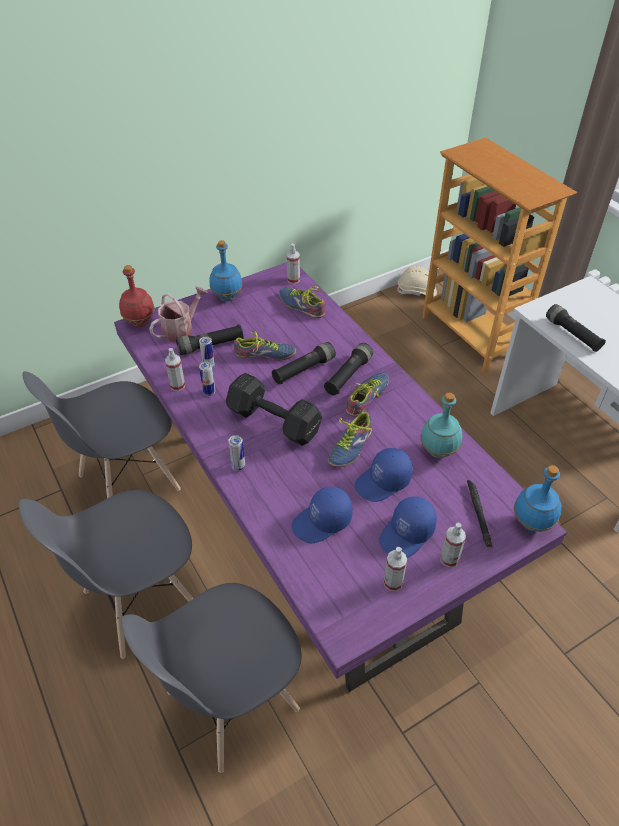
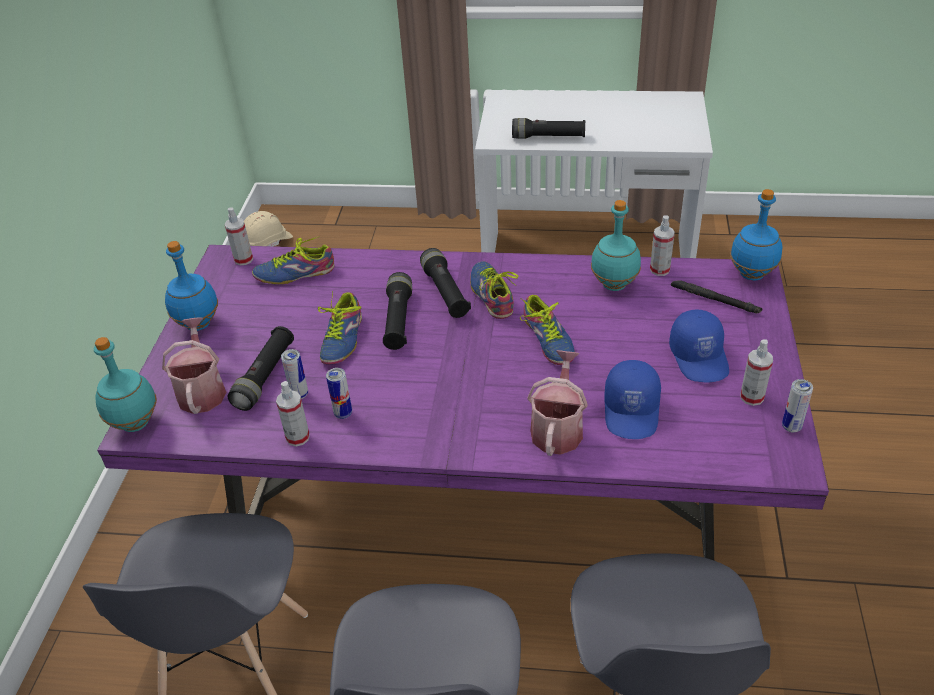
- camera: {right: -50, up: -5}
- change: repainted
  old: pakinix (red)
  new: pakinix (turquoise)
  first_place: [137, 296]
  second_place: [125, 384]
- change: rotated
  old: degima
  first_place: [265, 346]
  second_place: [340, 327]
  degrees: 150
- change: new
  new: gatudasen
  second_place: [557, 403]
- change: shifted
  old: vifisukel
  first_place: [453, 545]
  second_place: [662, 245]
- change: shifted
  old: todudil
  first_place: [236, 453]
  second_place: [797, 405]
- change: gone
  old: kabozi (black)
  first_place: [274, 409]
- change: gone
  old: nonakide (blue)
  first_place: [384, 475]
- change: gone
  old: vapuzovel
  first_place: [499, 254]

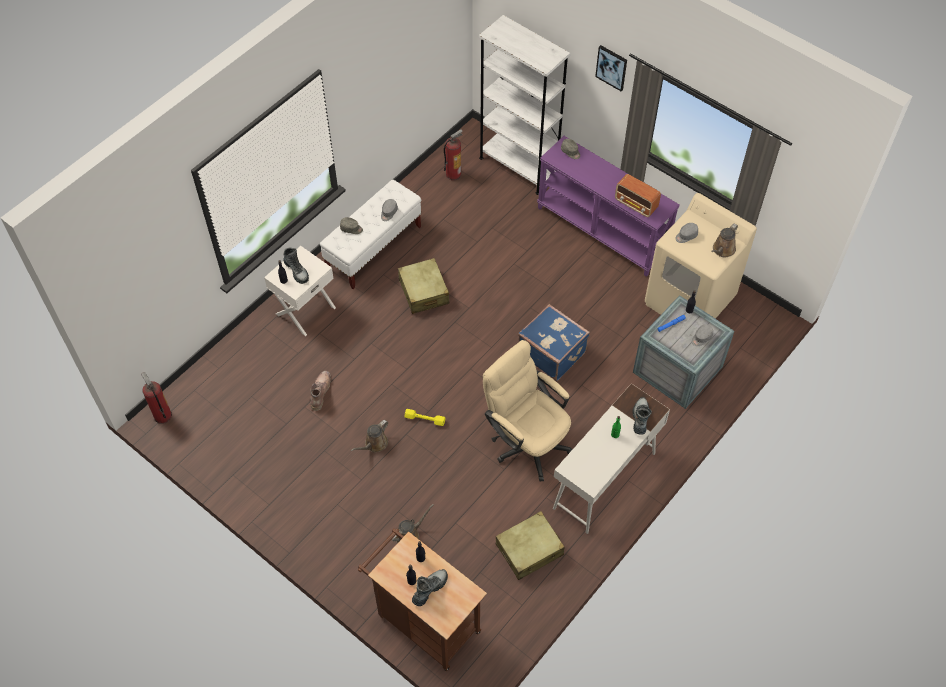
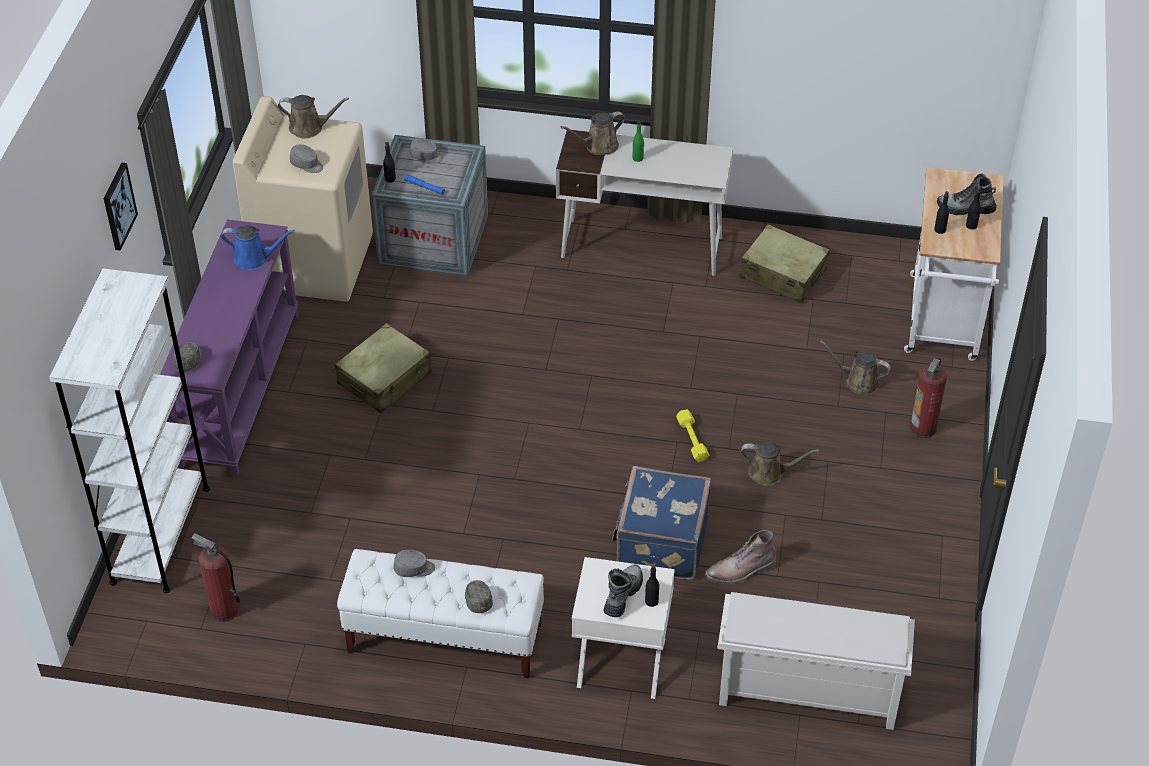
- camera: {right: -120, up: -10}
- change: swapped
  old: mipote
  new: gatudasen (blue)
  first_place: [638, 195]
  second_place: [258, 247]
- change: shifted
  old: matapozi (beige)
  first_place: [423, 286]
  second_place: [383, 368]
- change: swapped
  old: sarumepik
  new: gatudasen (brown)
  first_place: [642, 416]
  second_place: [593, 133]
- change: shifted
  old: matapozi (blue)
  first_place: [554, 342]
  second_place: [661, 523]
- change: new
  new: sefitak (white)
  second_place: [816, 661]
- change: repainted
  old: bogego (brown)
  new: bogego (white)
  first_place: [422, 600]
  second_place: [953, 264]
- change: shifted
  old: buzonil
  first_place: [156, 398]
  second_place: [928, 398]
- change: gone
  old: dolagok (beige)
  first_place: [528, 411]

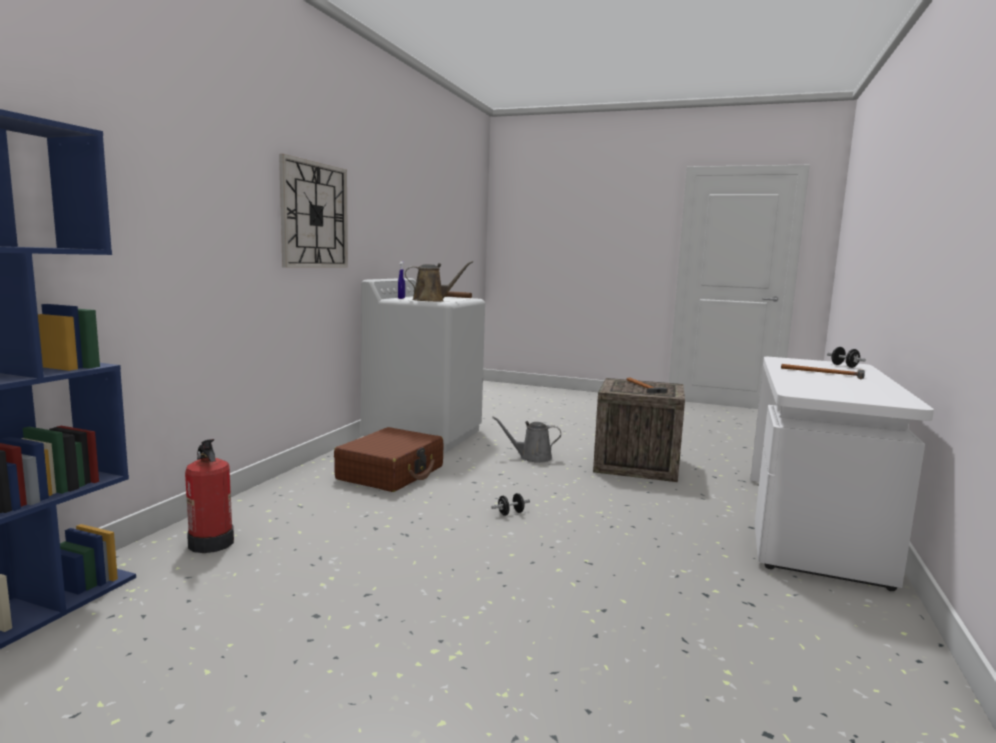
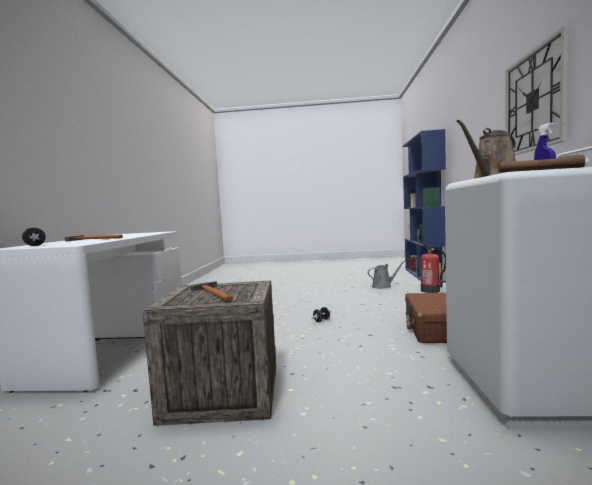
- camera: {right: 165, up: -5}
- change: shifted
  old: gatudasen (grey)
  first_place: [526, 440]
  second_place: [386, 275]

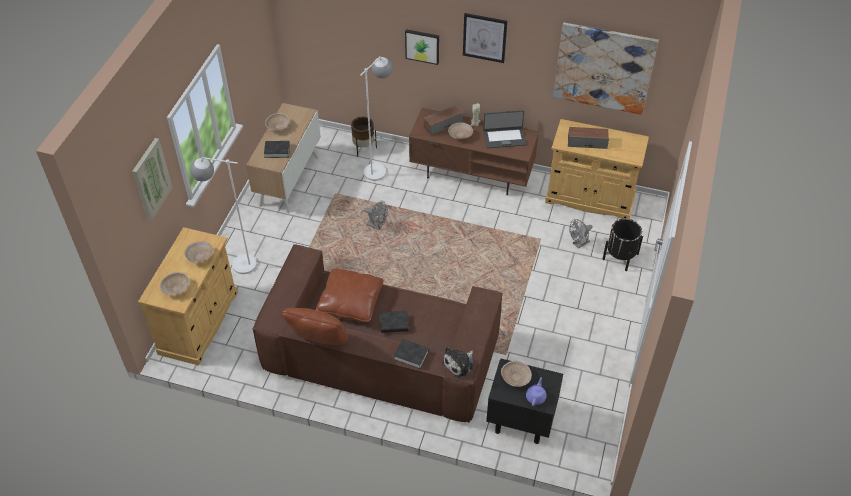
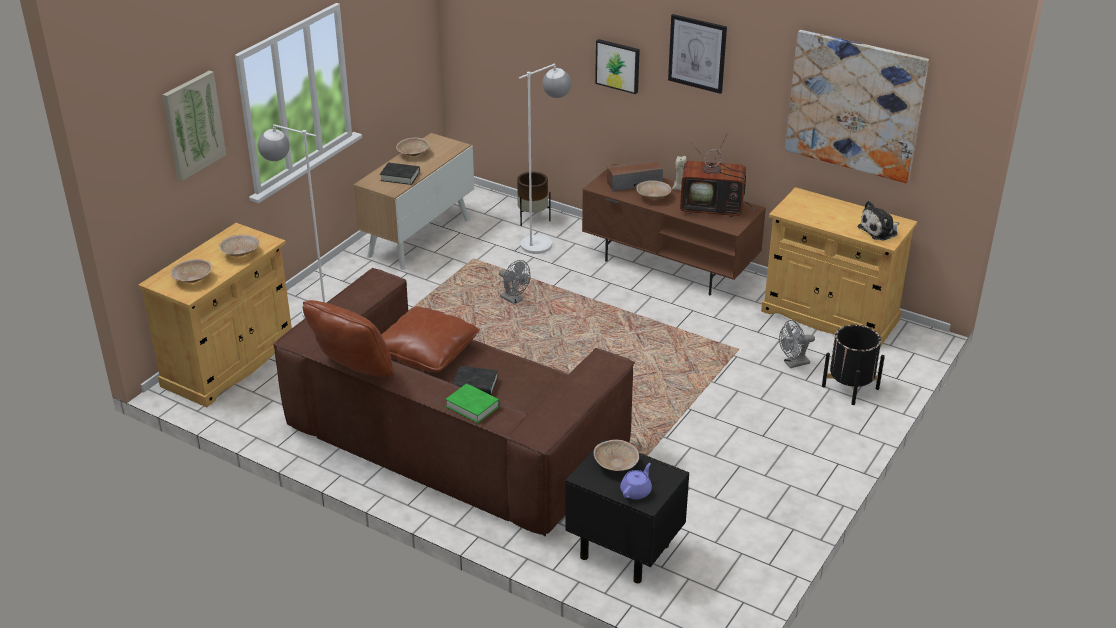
- camera: {right: 15, up: -15}
- change: repainted
  old: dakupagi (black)
  new: dakupagi (green)
  first_place: [411, 354]
  second_place: [473, 403]
- change: swapped
  old: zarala
  new: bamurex
  first_place: [504, 129]
  second_place: [717, 174]
- change: shifted
  old: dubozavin
  first_place: [458, 362]
  second_place: [878, 220]
- change: gone
  old: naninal
  first_place: [588, 138]

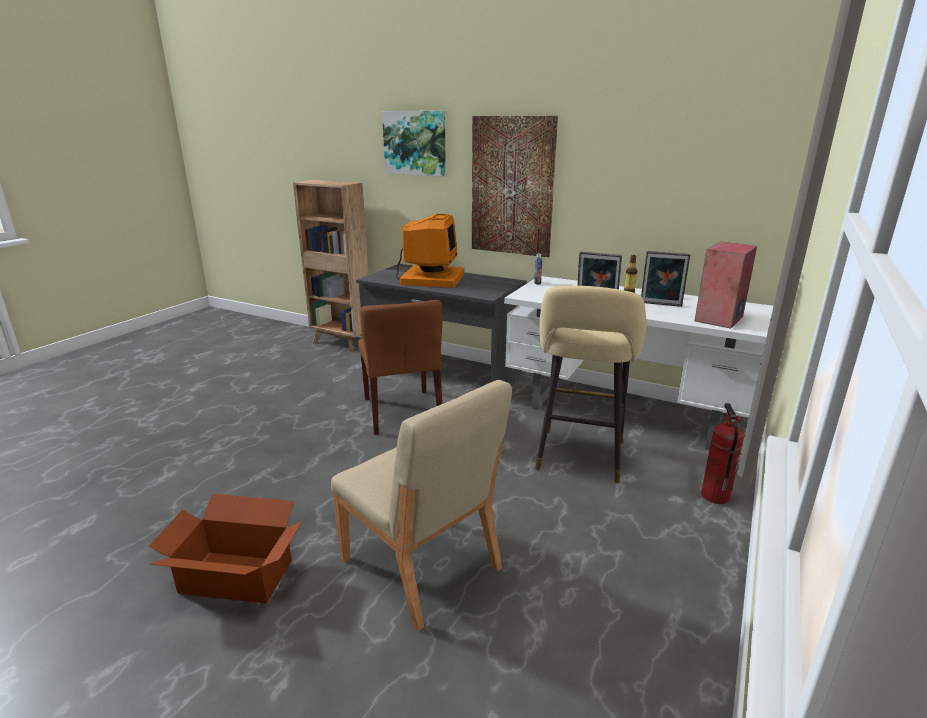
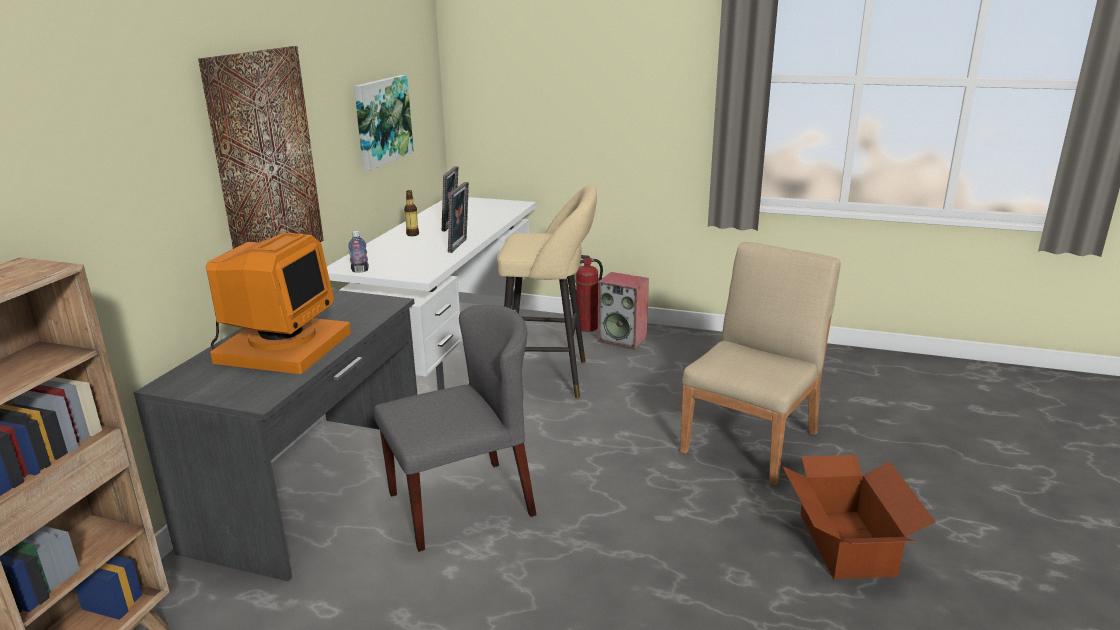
- camera: {right: -100, up: 0}
- change: rotated
  old: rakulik
  first_place: [430, 251]
  second_place: [278, 303]
  degrees: 105
- change: shifted
  old: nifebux
  first_place: [414, 143]
  second_place: [384, 123]
- change: repainted
  old: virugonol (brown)
  new: virugonol (grey)
  first_place: [400, 367]
  second_place: [455, 428]
- change: shifted
  old: naninal
  first_place: [726, 285]
  second_place: [623, 310]

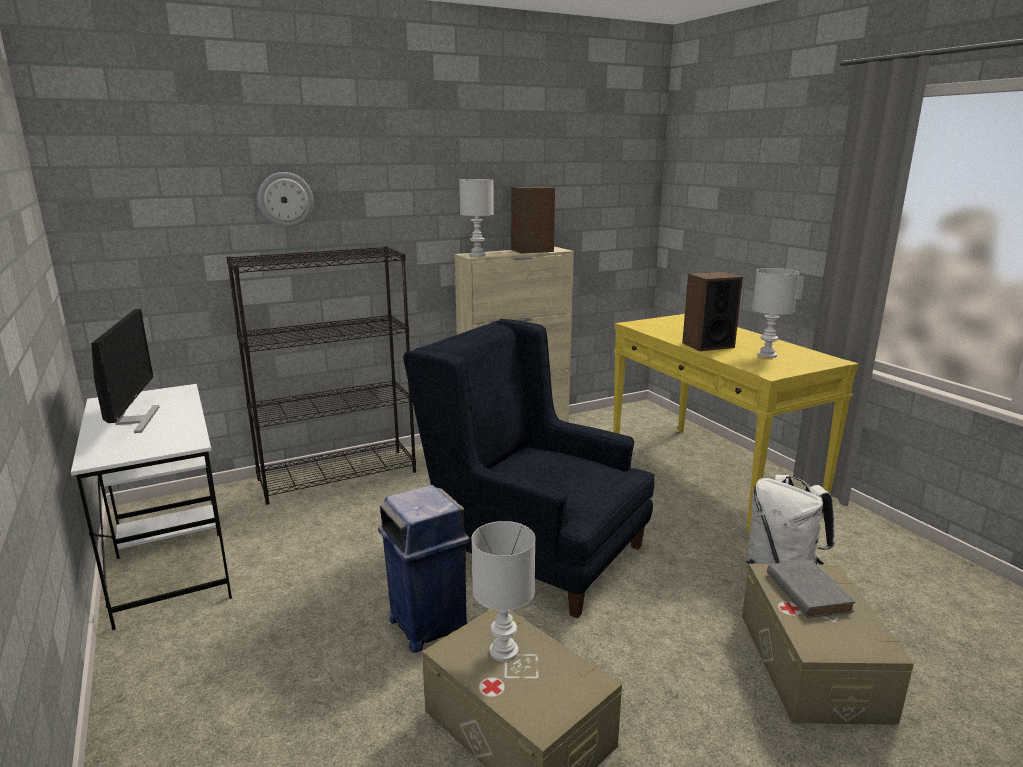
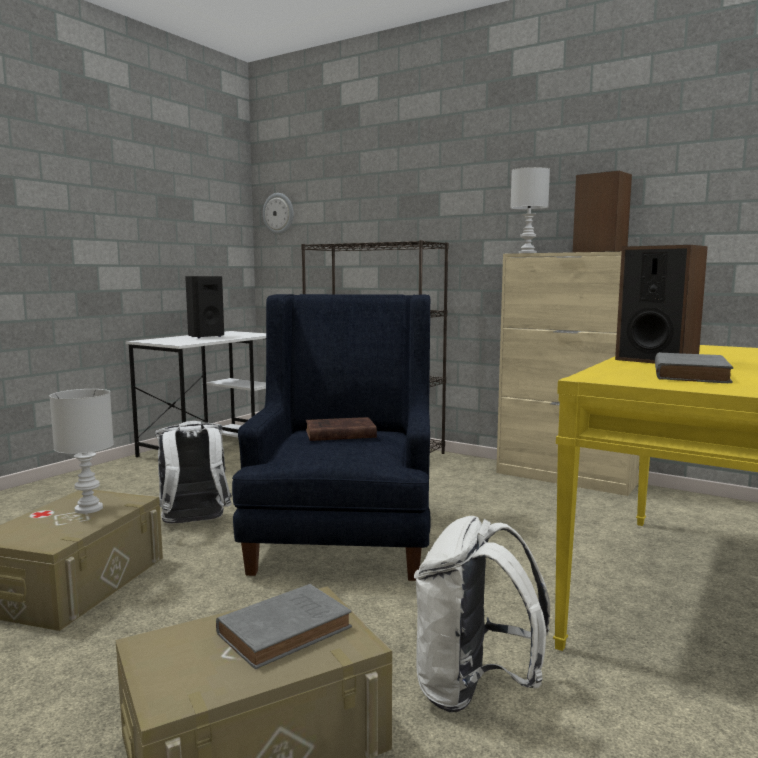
- camera: {right: 60, up: -10}
- change: swapped
  old: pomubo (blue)
  new: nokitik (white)
  first_place: [424, 569]
  second_place: [193, 472]
- change: swapped
  old: rakulik
  new: naninal (black)
  first_place: [125, 371]
  second_place: [204, 307]
- change: shifted
  old: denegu
  first_place: [285, 199]
  second_place: [278, 214]
- change: new
  new: dakupagi (brown)
  second_place: [341, 429]
- change: swapped
  old: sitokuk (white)
  new: dakupagi (grey)
  first_place: [776, 313]
  second_place: [694, 367]

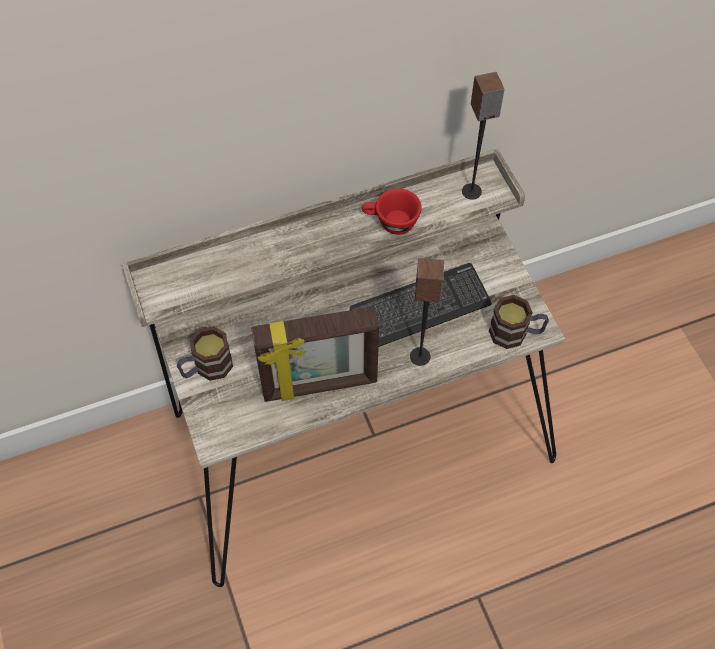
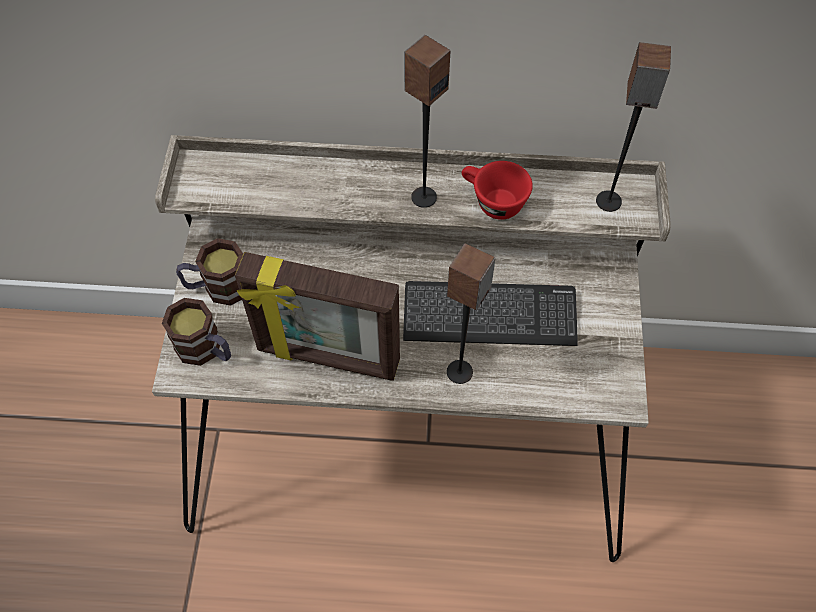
- camera: {right: 25, up: 0}
- change: shifted
  old: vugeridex
  first_place: [519, 322]
  second_place: [196, 332]
- change: new
  new: naninal
  second_place: [427, 121]

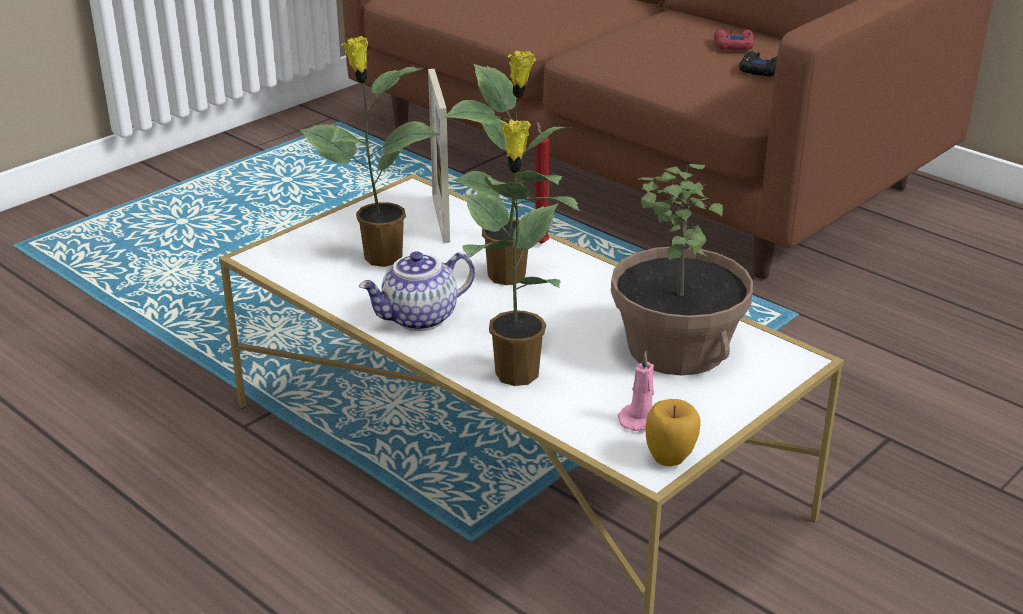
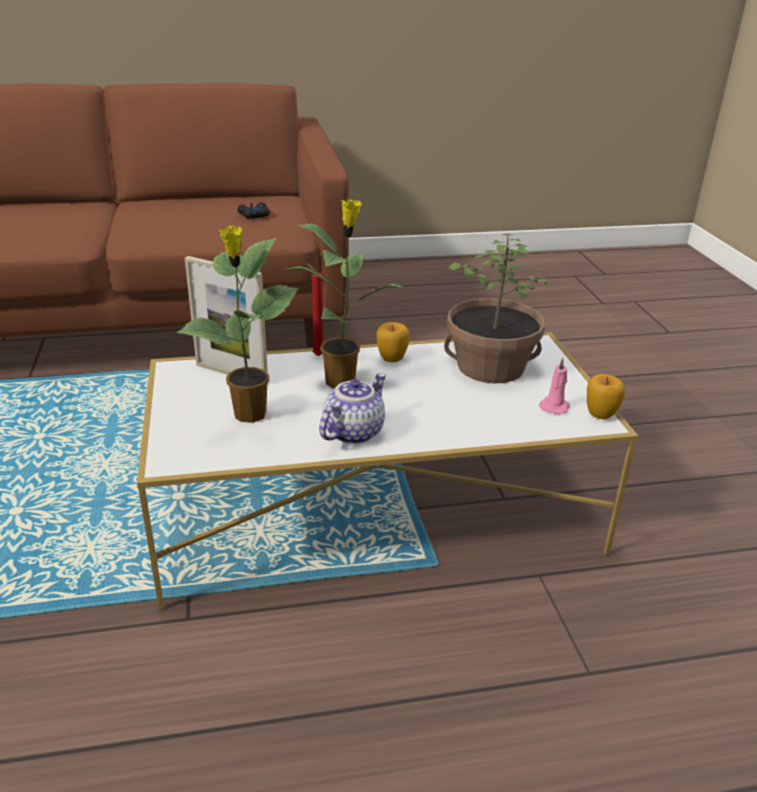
- camera: {right: -55, up: 0}
- change: rotated
  old: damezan
  first_place: [417, 291]
  second_place: [352, 408]
  degrees: -150
- change: new
  new: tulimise
  second_place: [393, 342]
- change: gone
  old: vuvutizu
  first_place: [522, 252]
- change: gone
  old: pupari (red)
  first_place: [734, 39]

